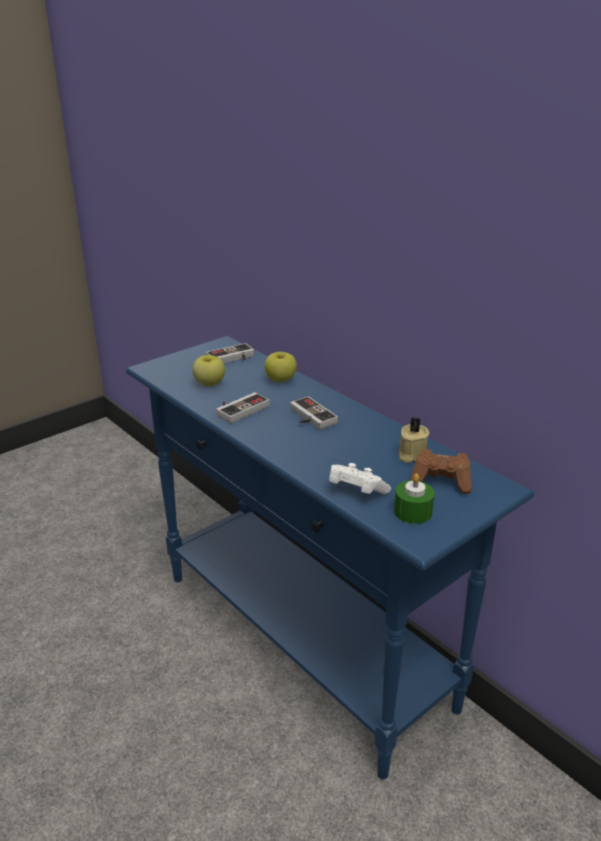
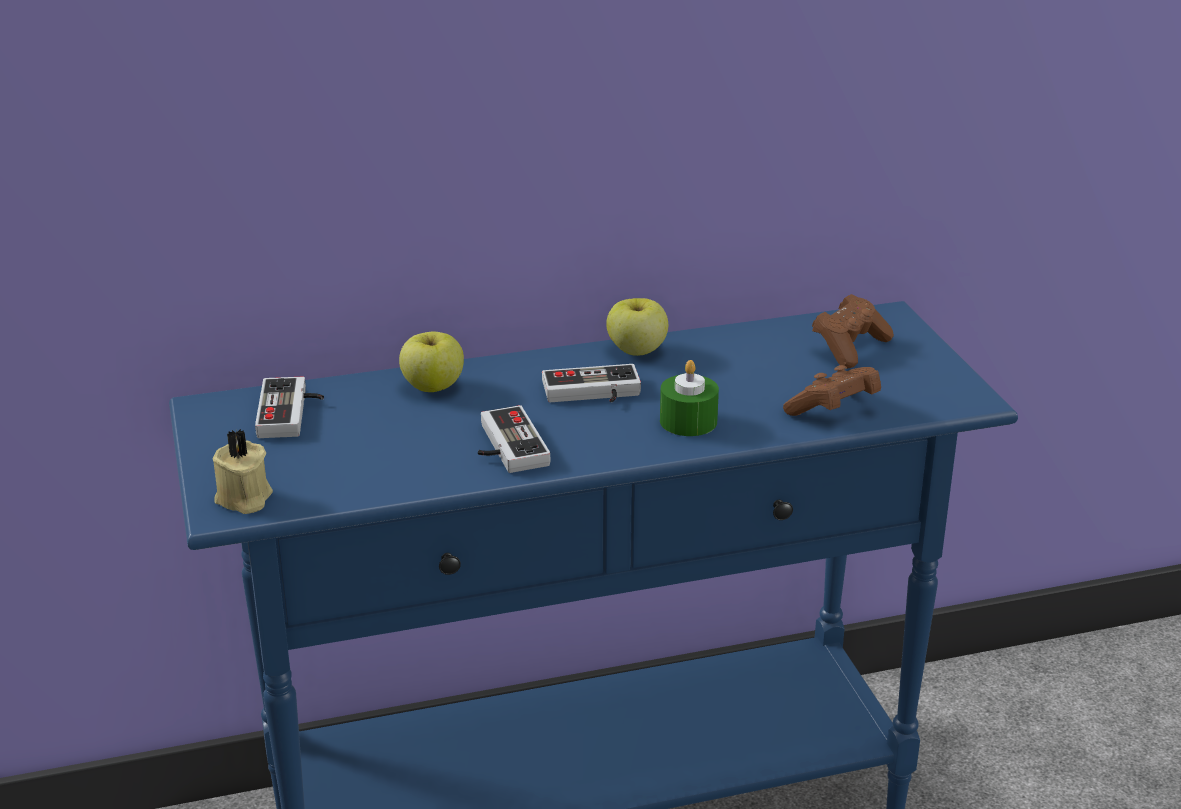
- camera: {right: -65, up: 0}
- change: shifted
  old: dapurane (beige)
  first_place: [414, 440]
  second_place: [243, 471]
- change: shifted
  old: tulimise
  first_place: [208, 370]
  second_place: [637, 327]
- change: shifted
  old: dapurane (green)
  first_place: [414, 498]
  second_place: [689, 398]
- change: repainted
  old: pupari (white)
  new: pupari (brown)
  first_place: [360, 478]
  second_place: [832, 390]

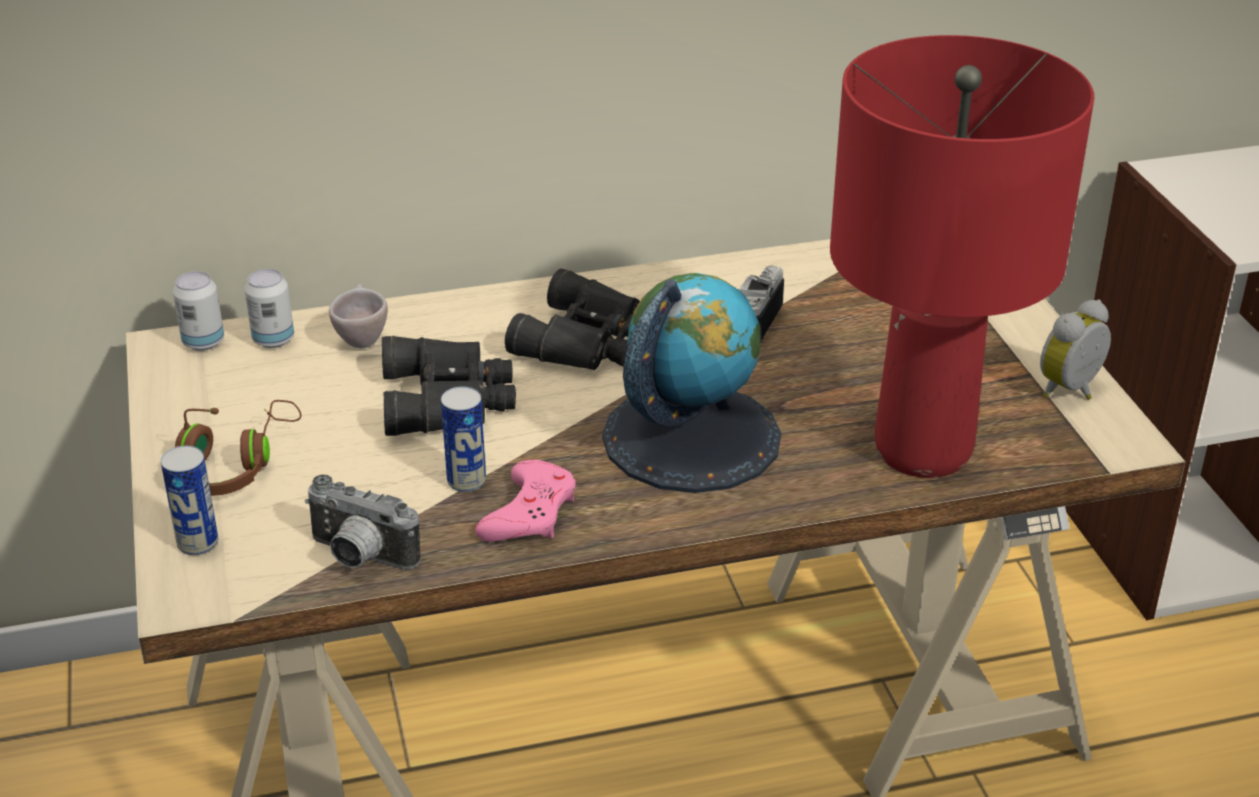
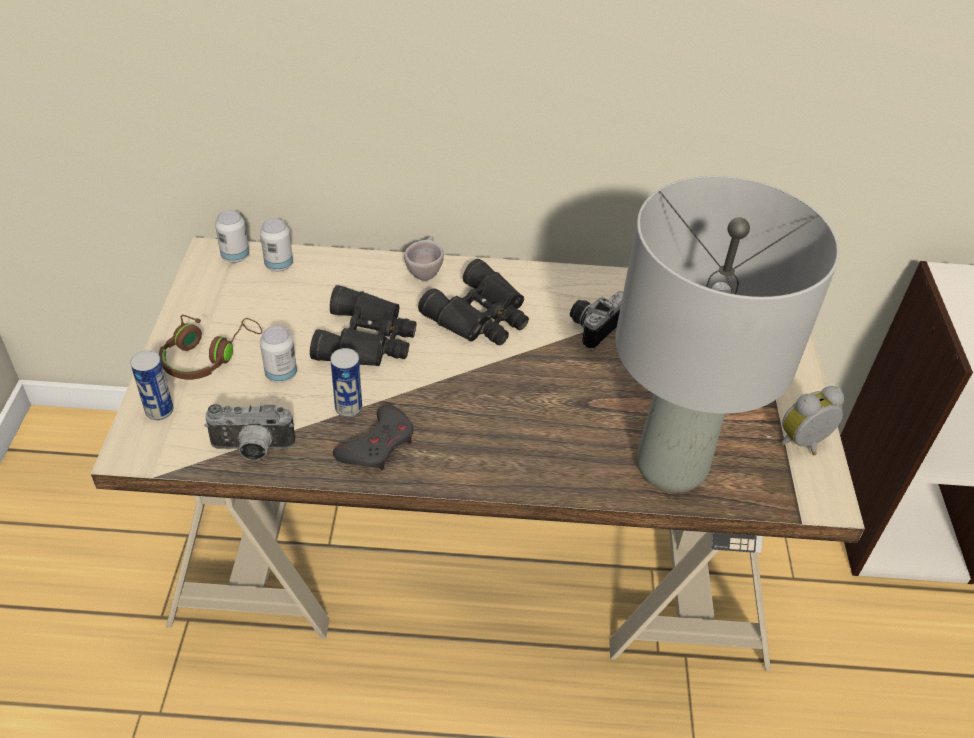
- camera: {right: 15, up: 10}
- change: rotated
  old: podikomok
  first_place: [362, 522]
  second_place: [249, 432]
  degrees: -45
- change: new
  new: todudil
  second_place: [278, 354]
- change: repainted
  old: pupari (pink)
  new: pupari (grey)
  first_place: [525, 501]
  second_place: [373, 437]
- change: shifted
  old: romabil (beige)
  first_place: [358, 316]
  second_place: [424, 258]
- change: repainted
  old: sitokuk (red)
  new: sitokuk (grey)
  first_place: [962, 256]
  second_place: [727, 334]
- change: gone
  old: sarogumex
  first_place: [691, 383]

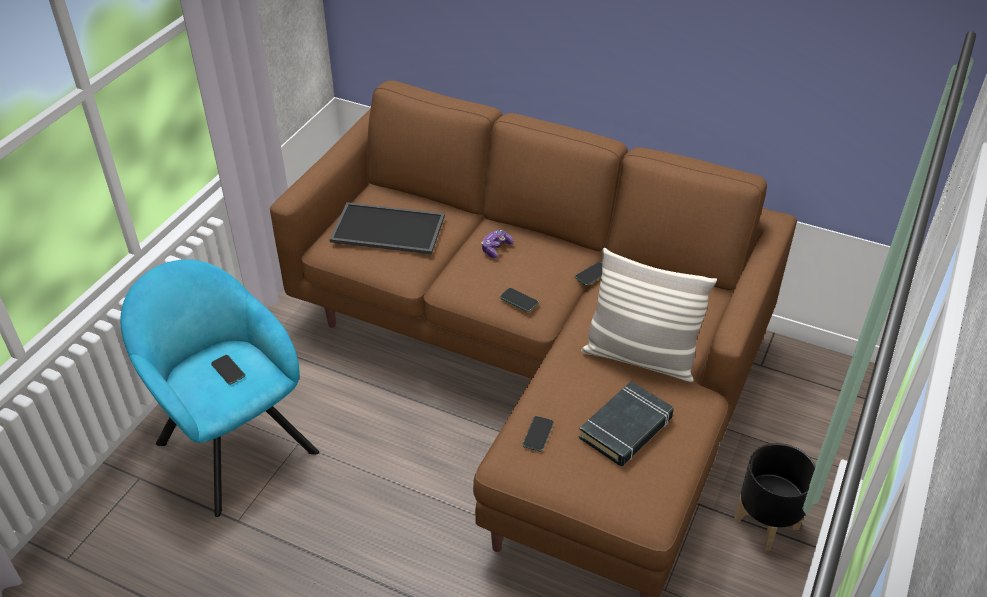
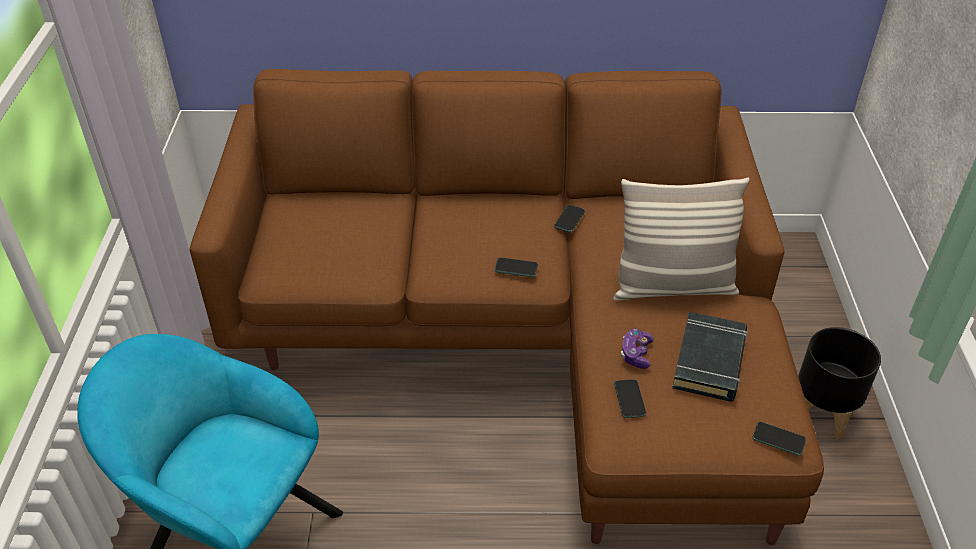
- camera: {right: -25, up: 0}
- change: shifted
  old: pupari
  first_place: [498, 244]
  second_place: [637, 349]
- change: shifted
  old: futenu
  first_place: [228, 370]
  second_place: [779, 439]
- change: gone
  old: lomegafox
  first_place: [387, 228]

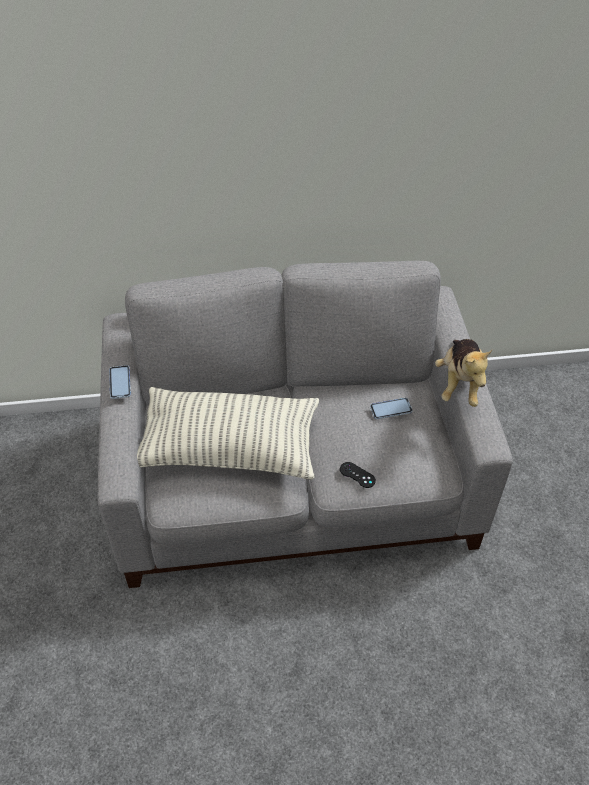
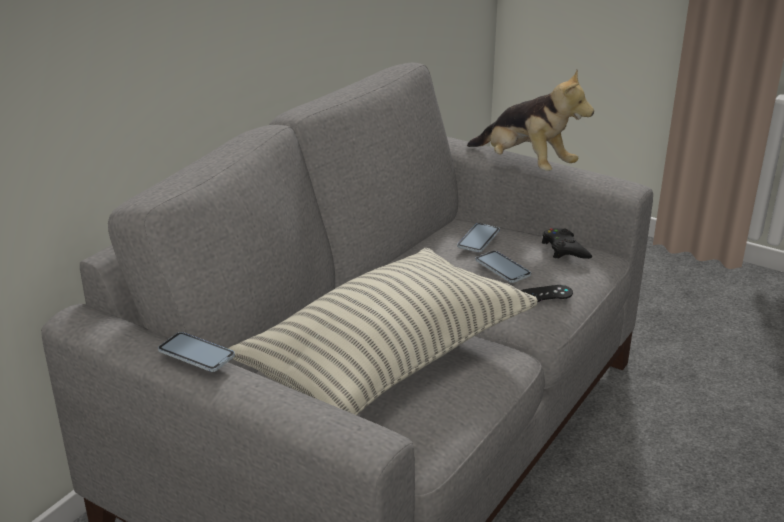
- camera: {right: -50, up: -20}
- change: new
  new: futenu
  second_place: [503, 267]
- change: new
  new: pupari (black)
  second_place: [567, 243]

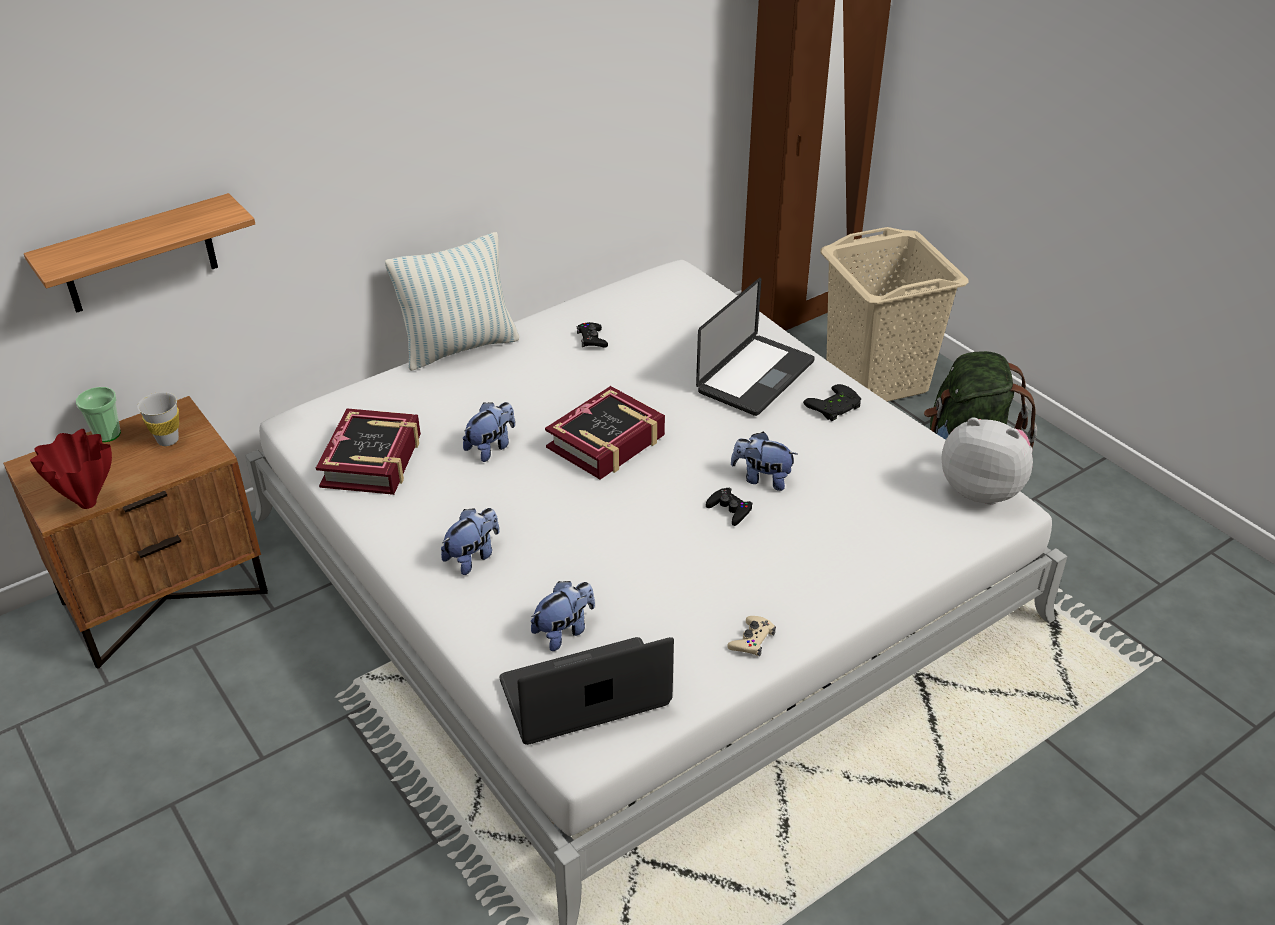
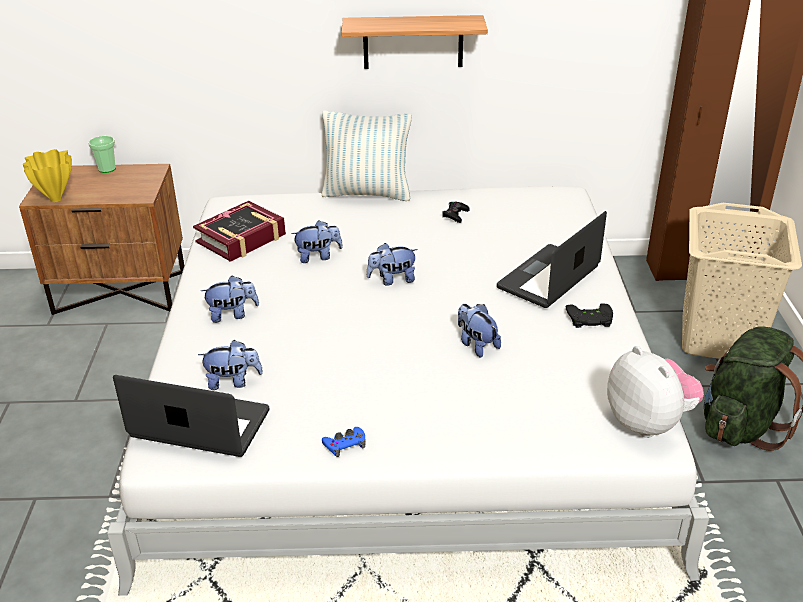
- camera: {right: 35, up: -5}
- change: repainted
  old: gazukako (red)
  new: gazukako (yellow)
  first_place: [71, 469]
  second_place: [47, 175]
- change: repainted
  old: pupari (beige)
  new: pupari (blue)
  first_place: [751, 636]
  second_place: [344, 442]
- change: shifted
  old: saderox
  first_place: [139, 253]
  second_place: [414, 42]
- change: swapped
  old: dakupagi
  new: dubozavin
  first_place: [605, 433]
  second_place: [392, 264]
- change: rotated
  old: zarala
  first_place: [755, 347]
  second_place: [552, 259]
  degrees: 150
- change: gone
  old: romabil (white)
  first_place: [158, 419]
- change: gone
  old: pupari (black)
  first_place: [729, 507]

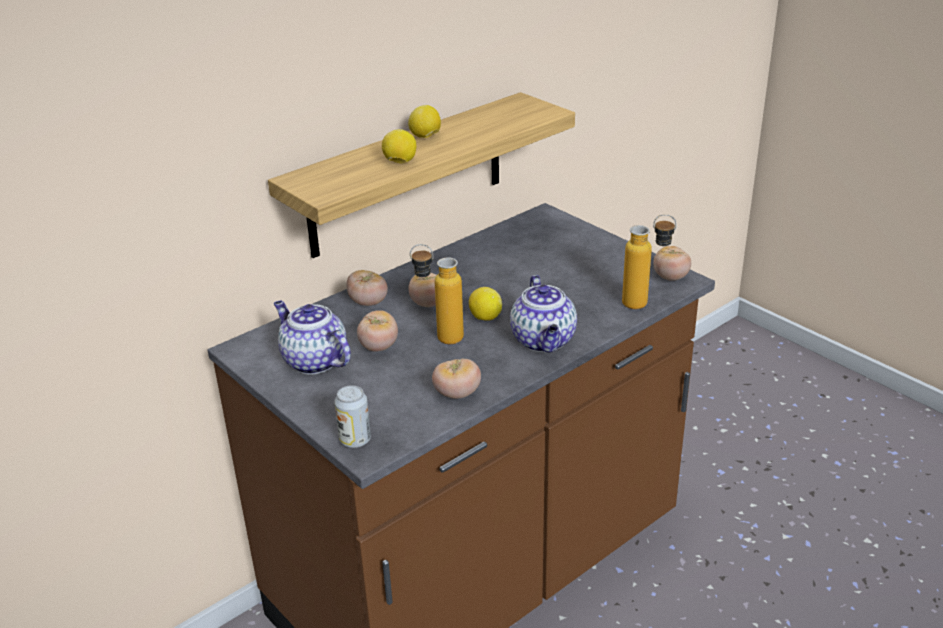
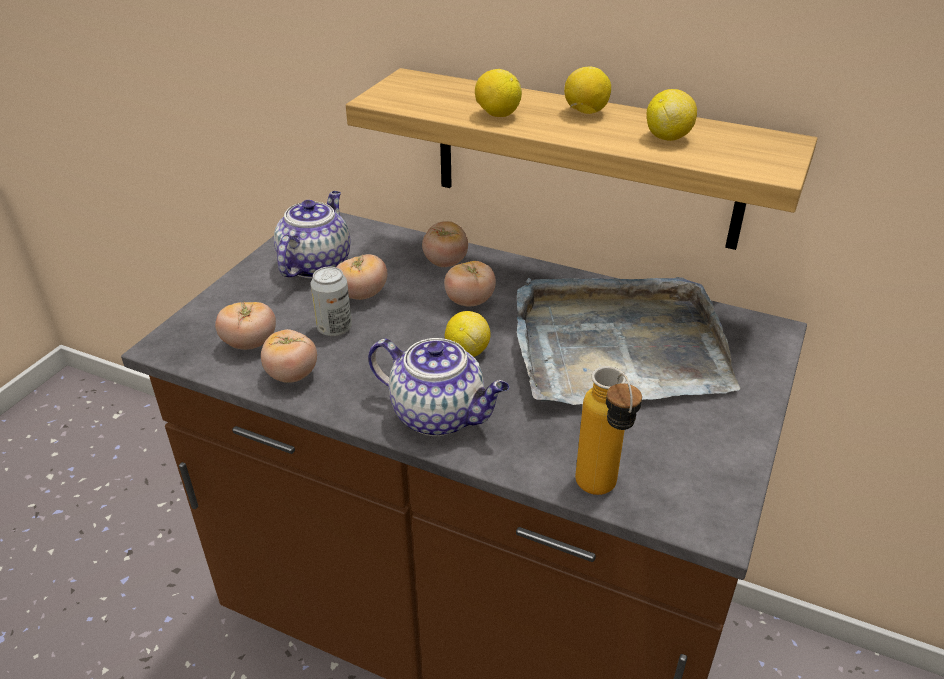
- camera: {right: 65, up: 5}
- change: shifted
  old: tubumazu
  first_place: [672, 263]
  second_place: [245, 326]
- change: shifted
  old: todudil
  first_place: [353, 416]
  second_place: [331, 301]
- change: rotated
  old: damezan
  first_place: [543, 314]
  second_place: [438, 387]
  degrees: -120
- change: new
  new: lomegafox (grey)
  second_place: [628, 341]
- change: new
  new: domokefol
  second_place: [672, 115]
- change: gone
  old: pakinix
  first_place: [437, 294]

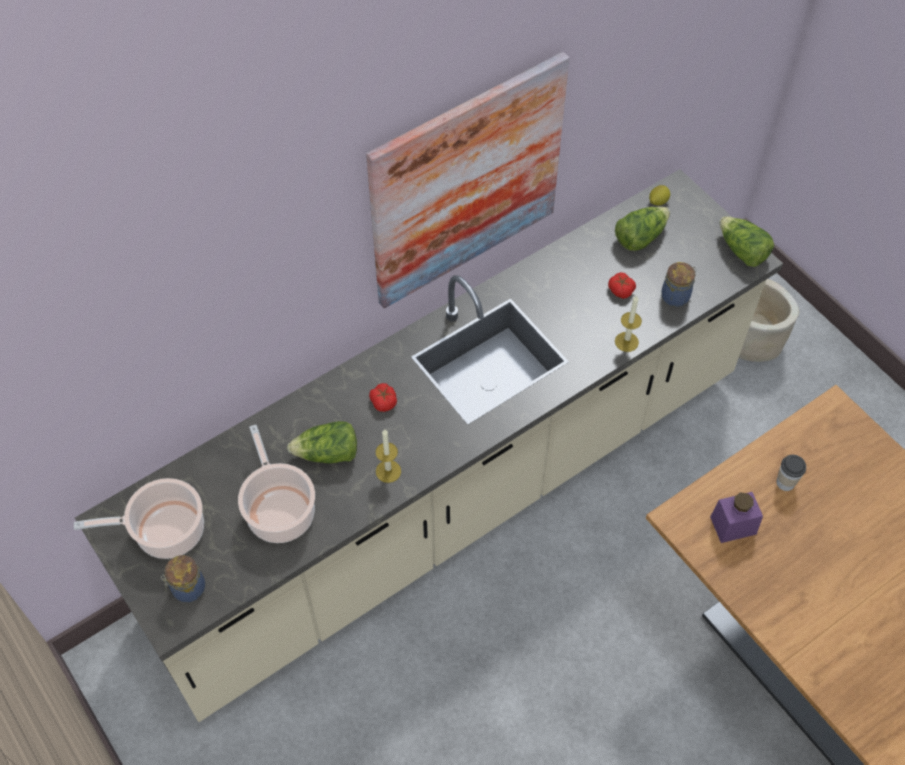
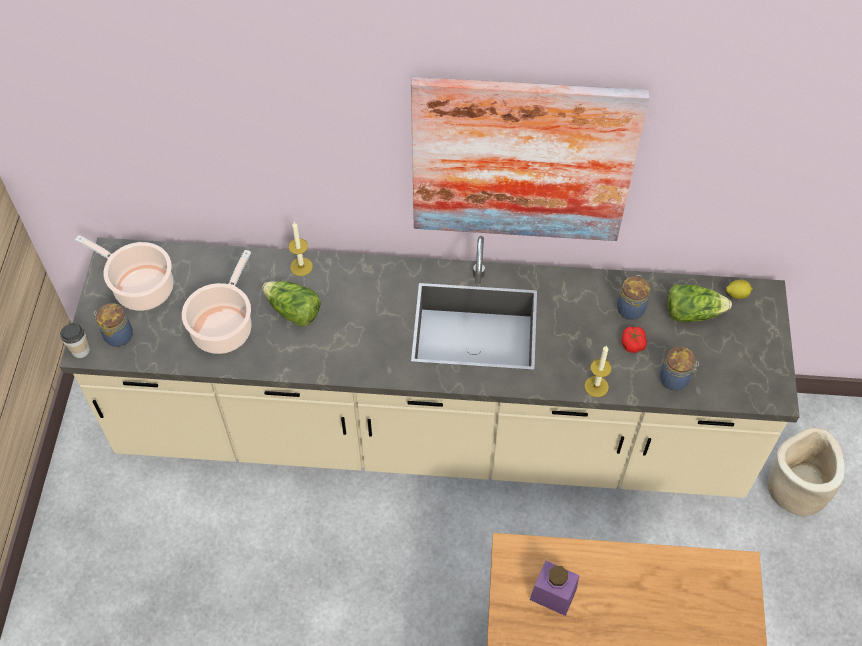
- camera: {right: 40, up: 0}
- change: shifted
  old: romabil
  first_place: [791, 473]
  second_place: [75, 340]
- change: shifted
  old: dapurane
  first_place: [388, 456]
  second_place: [300, 249]
- change: new
  new: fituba
  second_place: [633, 297]
- change: gone
  old: tubumazu
  first_place: [383, 397]
- change: gone
  old: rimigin
  first_place: [746, 241]

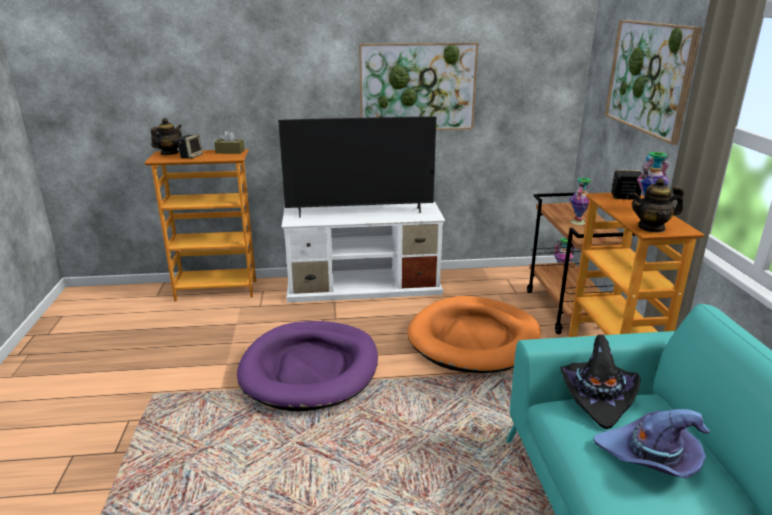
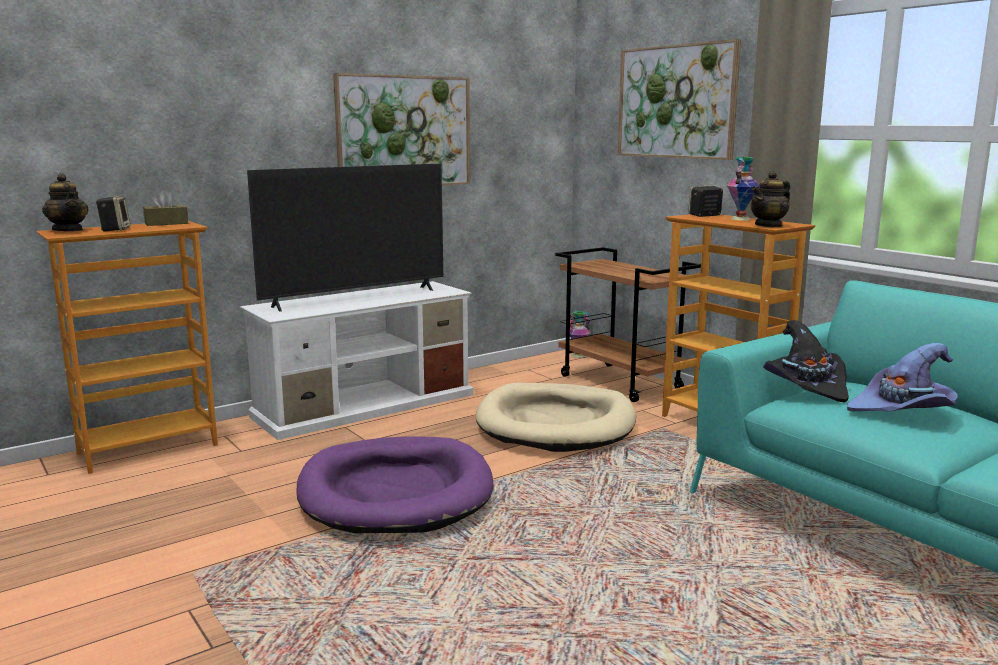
- camera: {right: -30, up: -10}
- change: rotated
  old: damezan
  first_place: [166, 136]
  second_place: [65, 202]
  degrees: 135
- change: repainted
  old: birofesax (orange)
  new: birofesax (beige)
  first_place: [474, 334]
  second_place: [556, 417]
- change: gone
  old: gazukako
  first_place: [580, 201]

